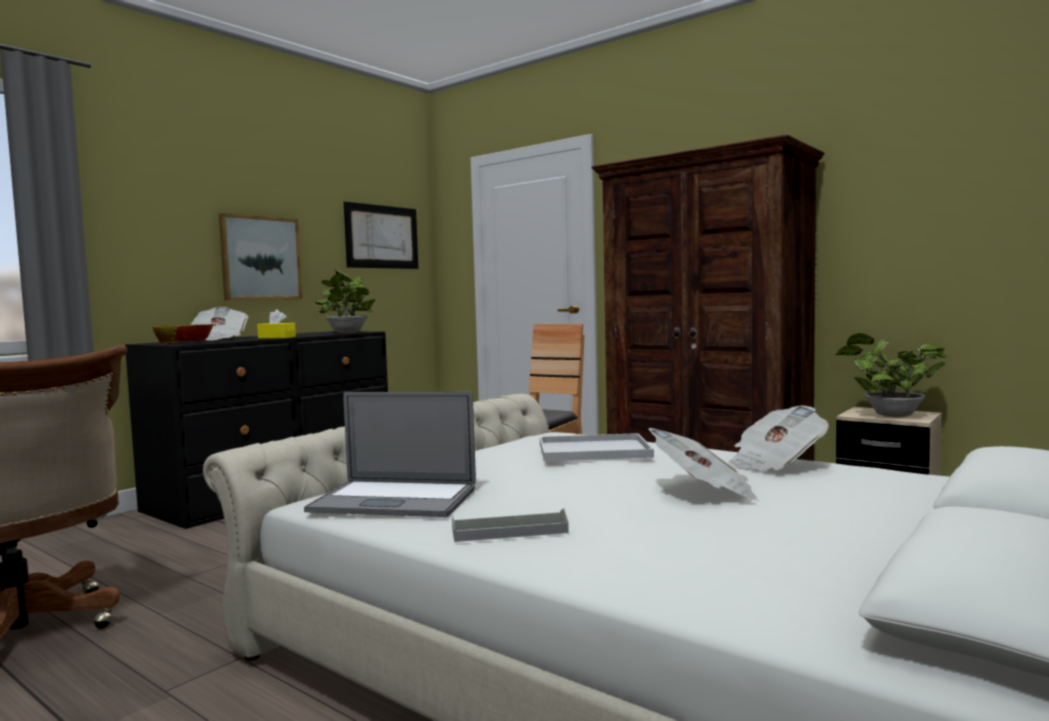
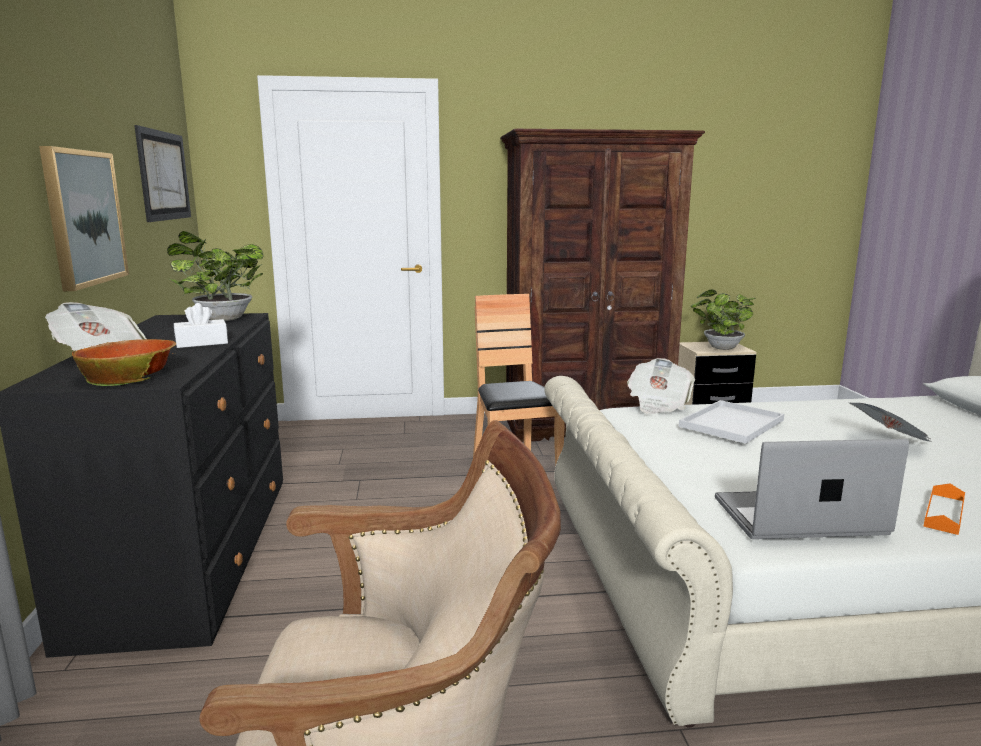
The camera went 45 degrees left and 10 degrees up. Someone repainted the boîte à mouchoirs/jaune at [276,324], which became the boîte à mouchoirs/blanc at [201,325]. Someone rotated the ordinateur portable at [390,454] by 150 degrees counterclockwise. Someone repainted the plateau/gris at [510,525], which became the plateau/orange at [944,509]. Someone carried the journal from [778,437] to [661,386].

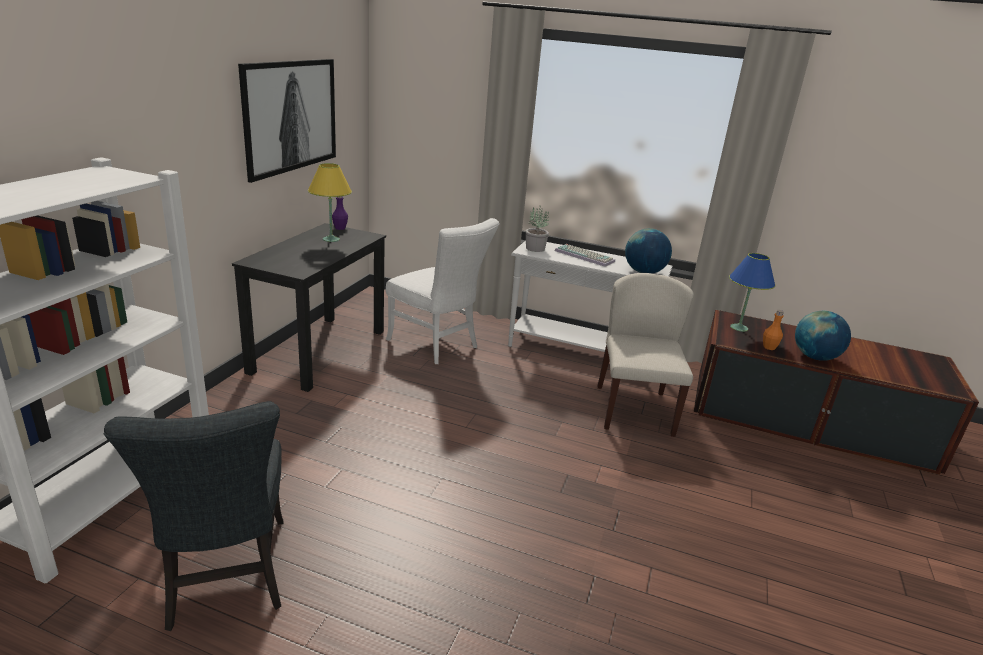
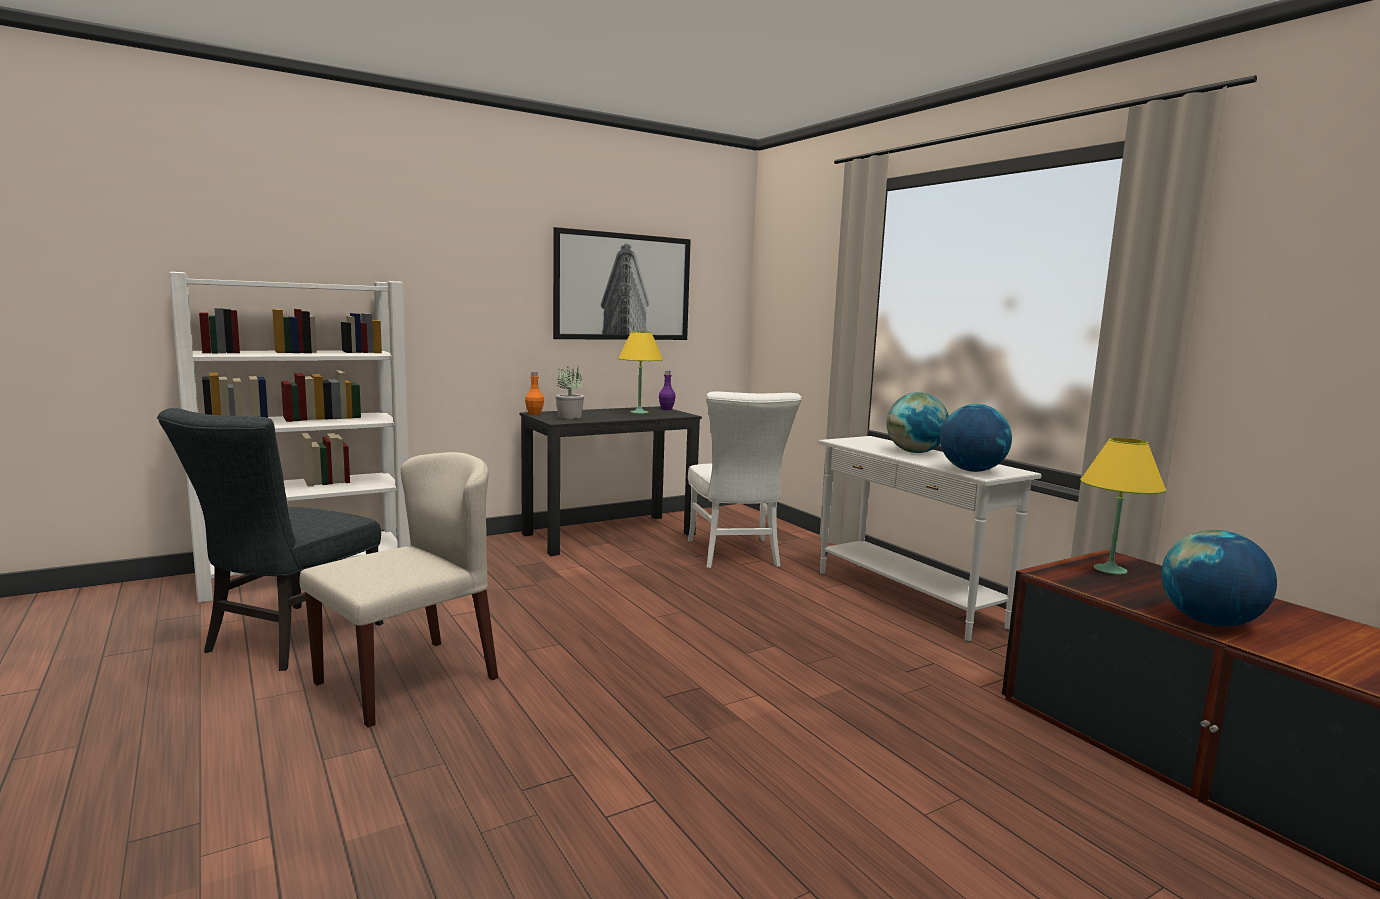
The camera went 40 degrees right and 15 degrees down. Someone carried the plante en pot from [537,229] to [570,393]. Someone swapped the clavier at [585,255] for the globe at [917,422]. Someone carried the chaise/beige from [645,355] to [398,590]. Someone repainted the lampe de table/bleu at [752,292], which became the lampe de table/jaune at [1123,506]. Someone carried the bouteille/orange from [773,330] to [534,393].

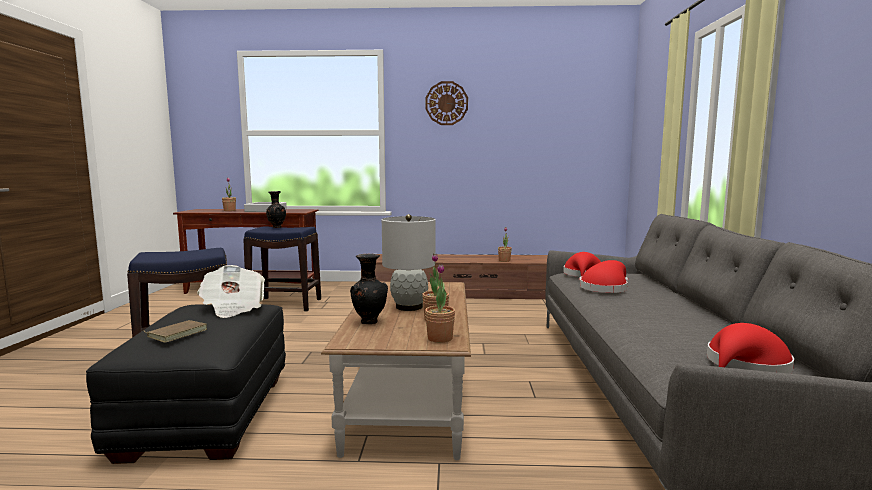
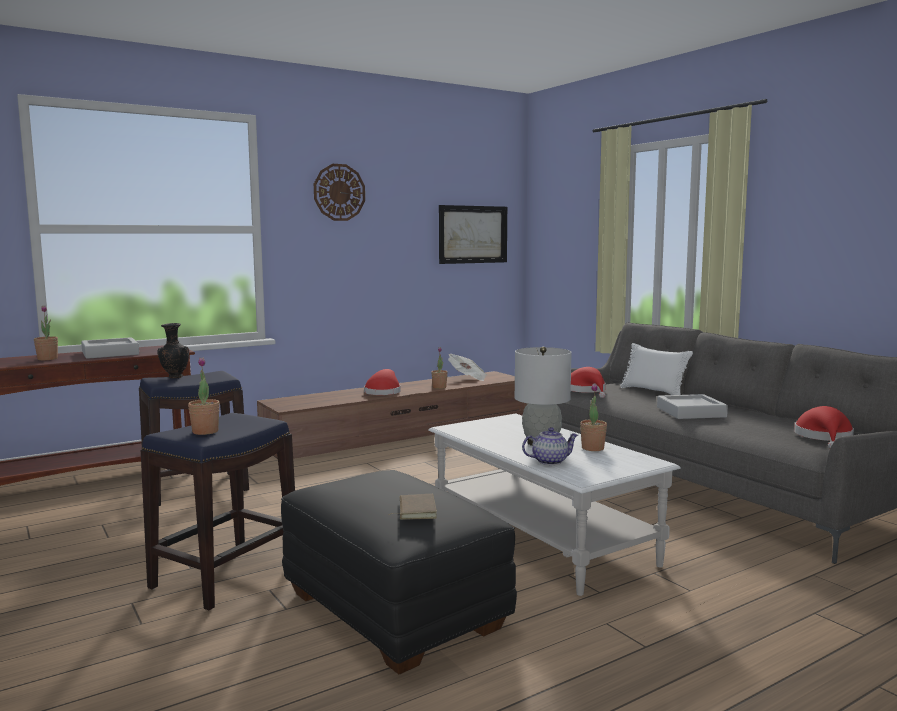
The camera went 35 degrees left and 0 degrees up. Someone carried the journal from [231,291] to [467,367]. Someone repainted the table basse/marron at [396,371], which became the table basse/blanc at [554,505]. Someone swapped the vase/noir at [369,288] for the théière at [550,446]. Someone carried the plante en pot from [440,303] to [204,396]. Someone carried the chapeau/rouge from [604,276] to [382,382]. Someone put up the tableau at [473,234]. Someone put down the coussin/blanc at [656,369]. Someone put down the plateau/gris at [692,406].

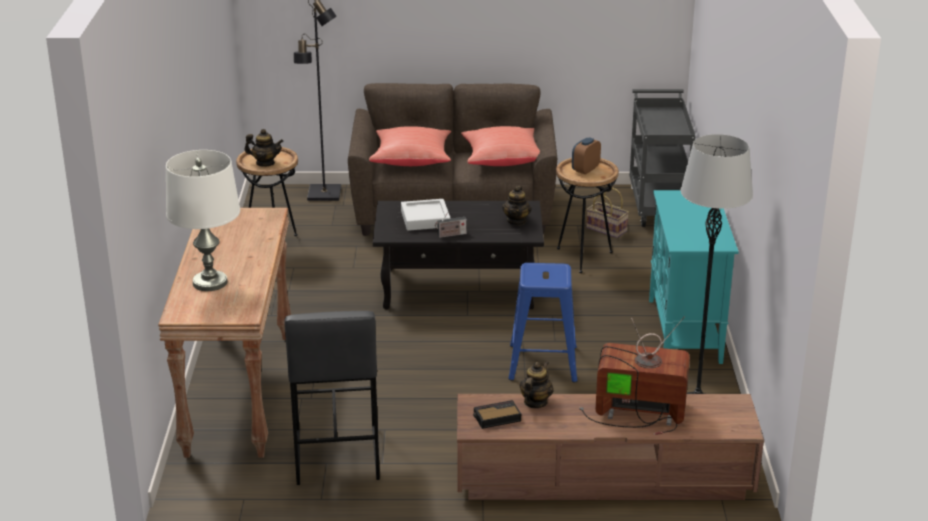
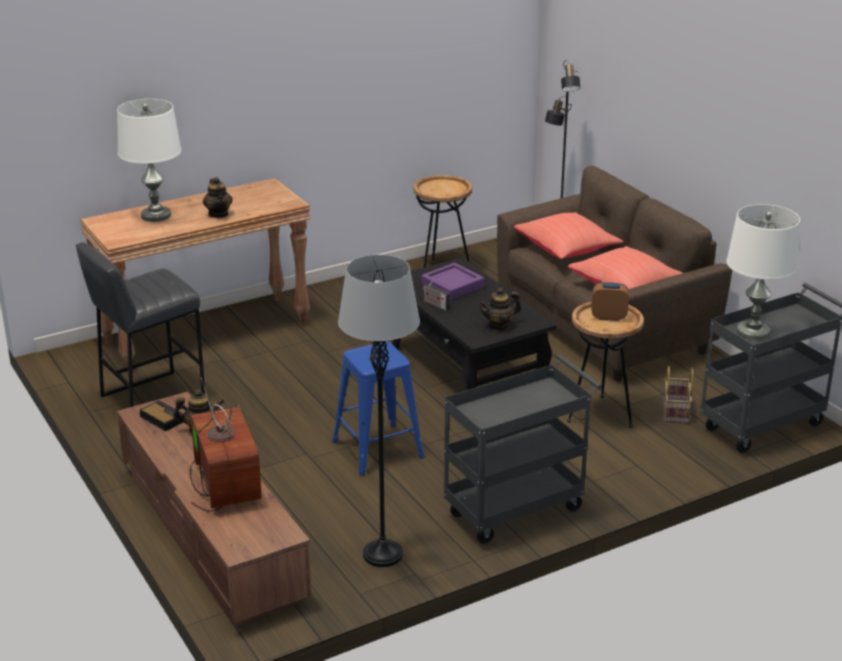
The camera went 60 degrees right and 0 degrees up. Someone carried the théière from [263,148] to [218,197]. Someone repainted the plateau/gris at [426,215], which became the plateau/violet at [452,281]. Someone swapped the meuble de rangement/turquoise at [694,277] for the chariot/gris at [523,449]. Someone put down the lampe de table/blanc at [764,272].

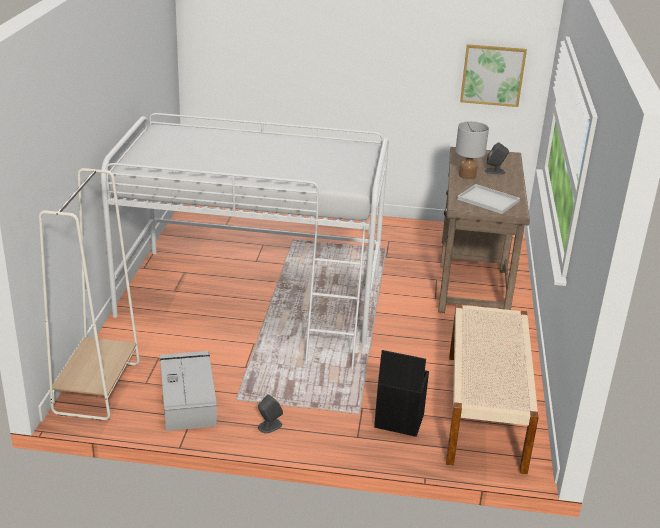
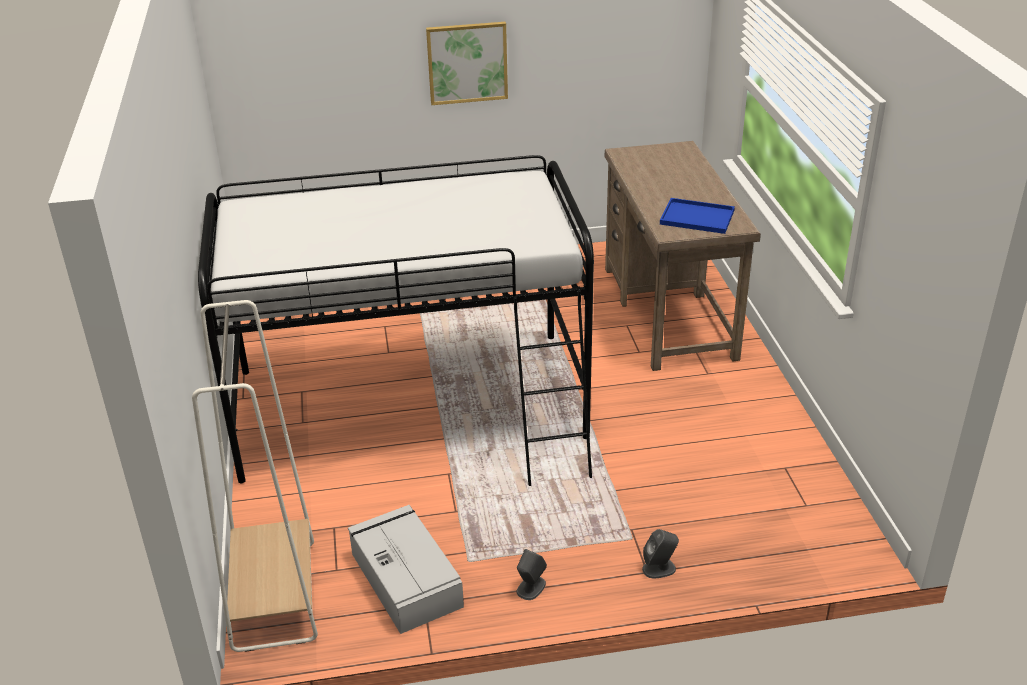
The camera went 15 degrees left and 5 degrees up. Someone repainted the lit/blanc at [245,241], which became the lit/noir at [396,320]. Someone took away the boîte de rangement/noir at [401,393]. Someone took away the banc/beige at [492,389]. Someone took away the lampe de table/gris at [472,150]. Someone repainted the plateau/blanc at [488,199], which became the plateau/bleu at [697,216]. Someone carried the tableau from [493,75] to [467,63]. Someone carried the enceinte/gris from [497,159] to [660,553].

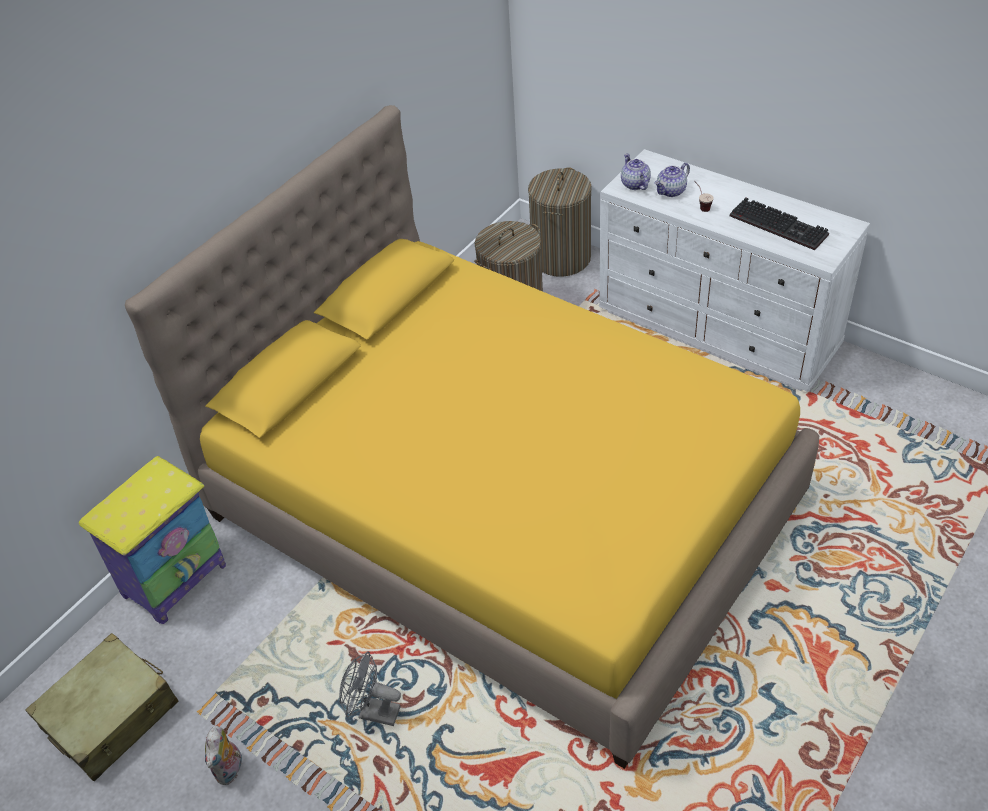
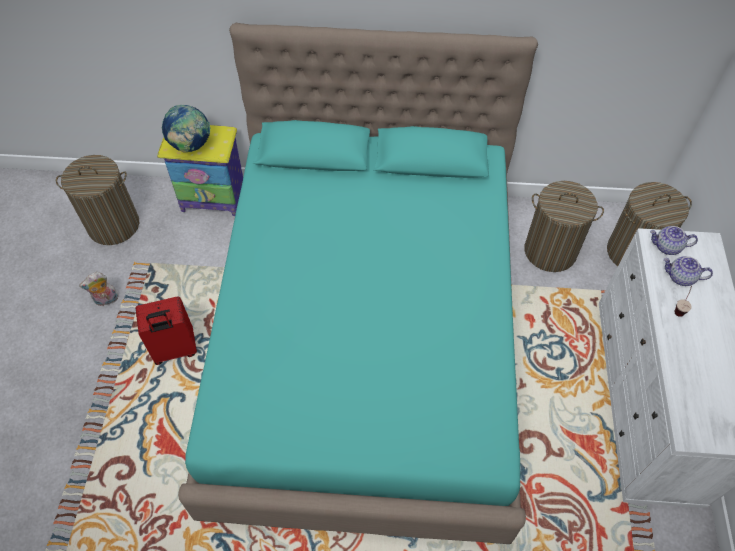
The camera went 55 degrees right and 10 degrees up. Someone swapped the valise/beige at [101,707] for the panier à linge at [97,200]. Someone repainted the lit/jaune at [472,437], which became the lit/turquoise at [358,283]. Someone swapped the ventilateur/gris at [370,688] for the valise/rouge at [166,331]. Someone rotated the théière at [636,171] by 120 degrees counterclockwise. Someone took away the clavier at [779,223]. Someone put down the globe at [186,129].

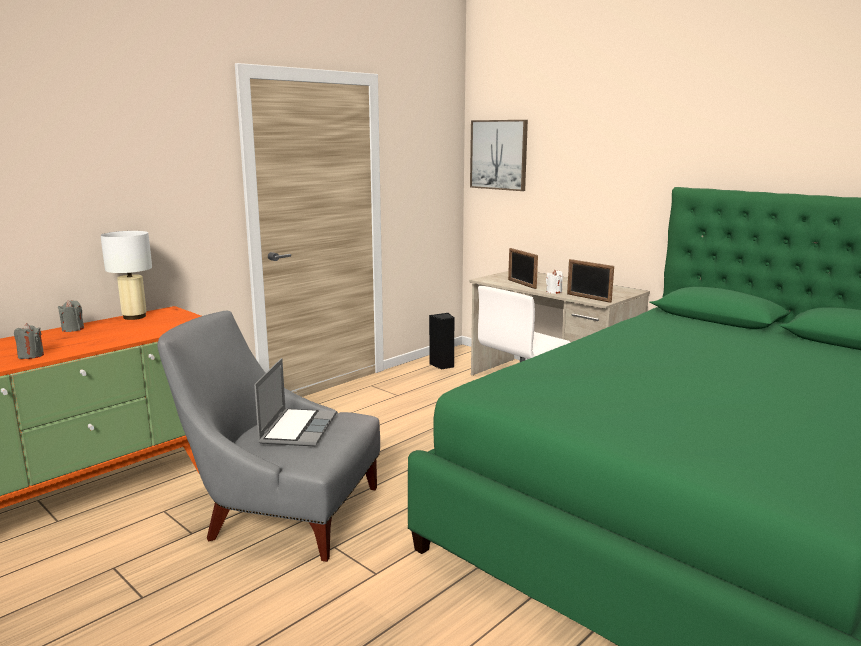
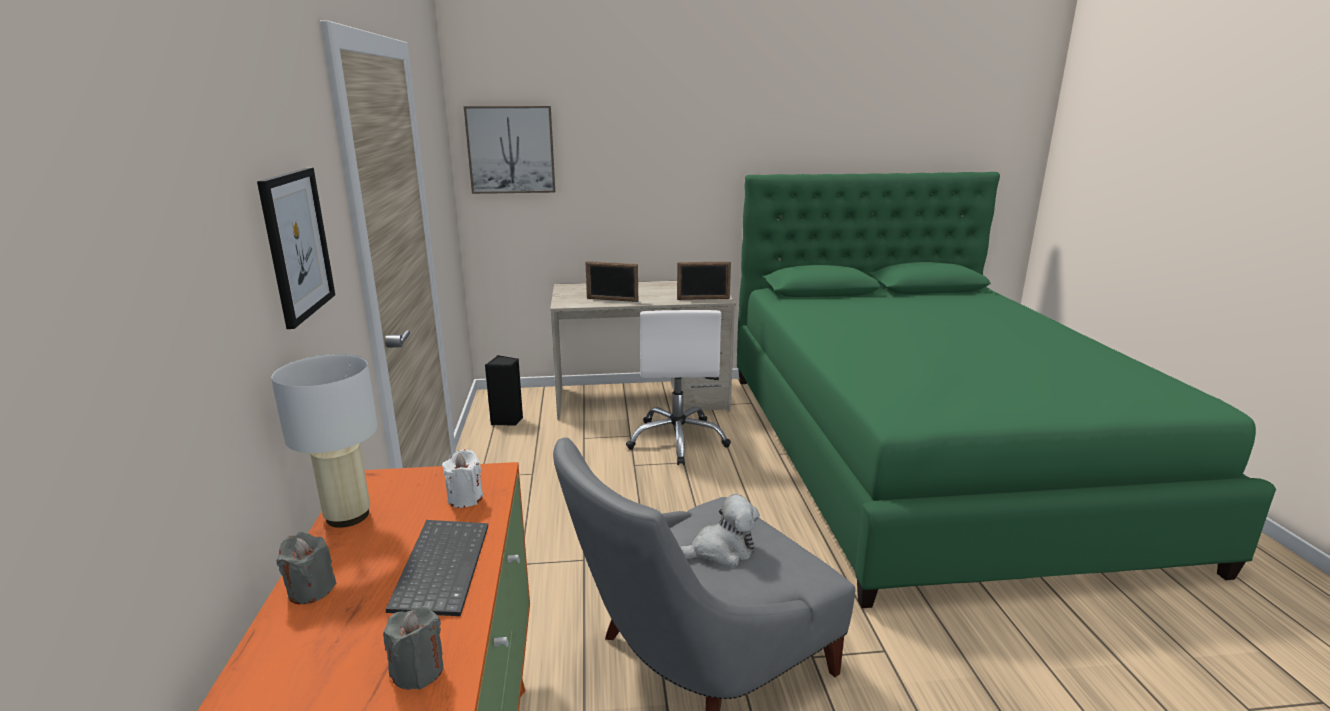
The camera went 50 degrees left and 5 degrees up. Someone swapped the ordinateur portable at [295,402] for the peluche at [719,530]. Someone carried the bougie/blanc from [554,282] to [462,478]. Someone put up the tableau at [296,248]. Someone put down the clavier at [437,568].

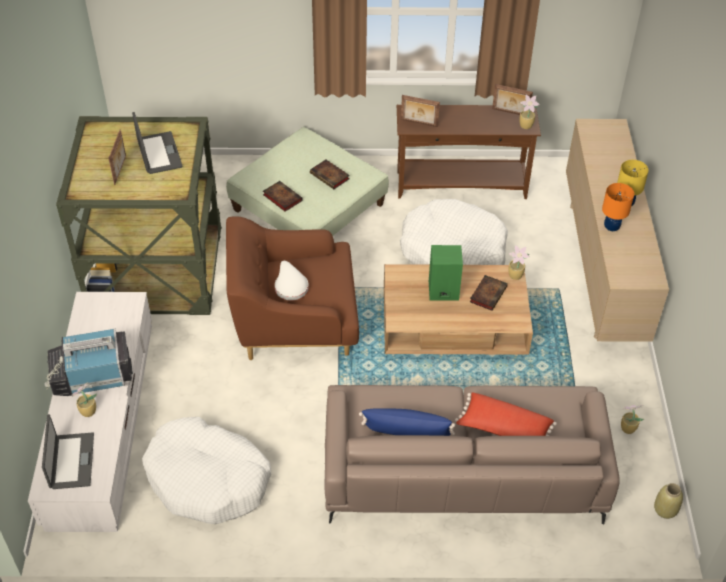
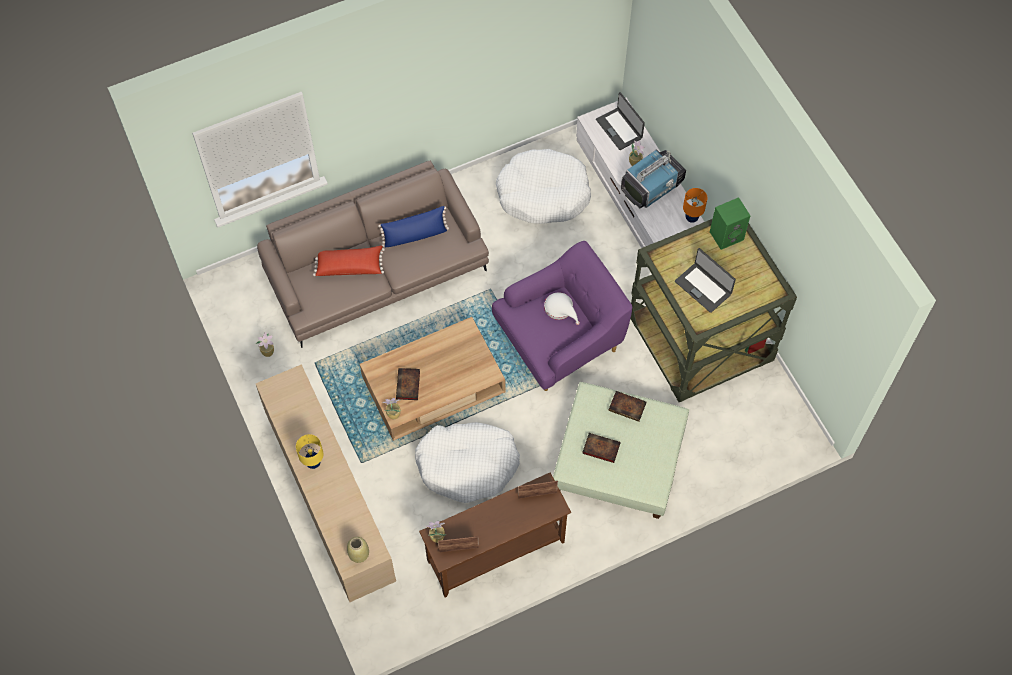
The camera went 155 degrees right and 15 degrees up. Someone took away the cadre photo at [117,157]. Someone repainted the fauteuil/marron at [292,288], which became the fauteuil/violet at [562,316]. Someone carried the enceinte/vert from [446,273] to [730,223]. Someone carried the lampe de table/orange from [618,207] to [695,205]. Someone carried the vase/beige from [668,501] to [358,550].

